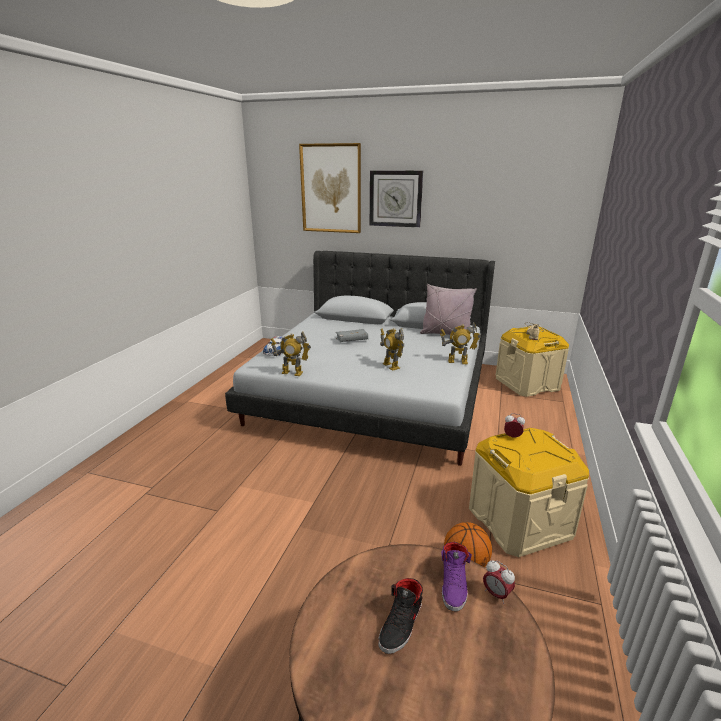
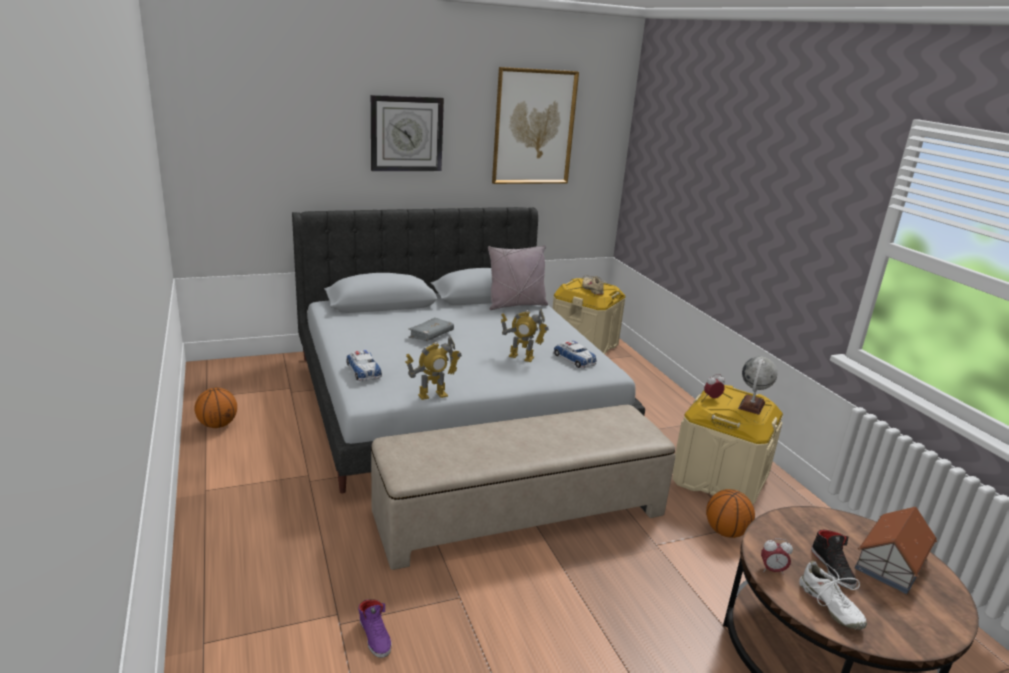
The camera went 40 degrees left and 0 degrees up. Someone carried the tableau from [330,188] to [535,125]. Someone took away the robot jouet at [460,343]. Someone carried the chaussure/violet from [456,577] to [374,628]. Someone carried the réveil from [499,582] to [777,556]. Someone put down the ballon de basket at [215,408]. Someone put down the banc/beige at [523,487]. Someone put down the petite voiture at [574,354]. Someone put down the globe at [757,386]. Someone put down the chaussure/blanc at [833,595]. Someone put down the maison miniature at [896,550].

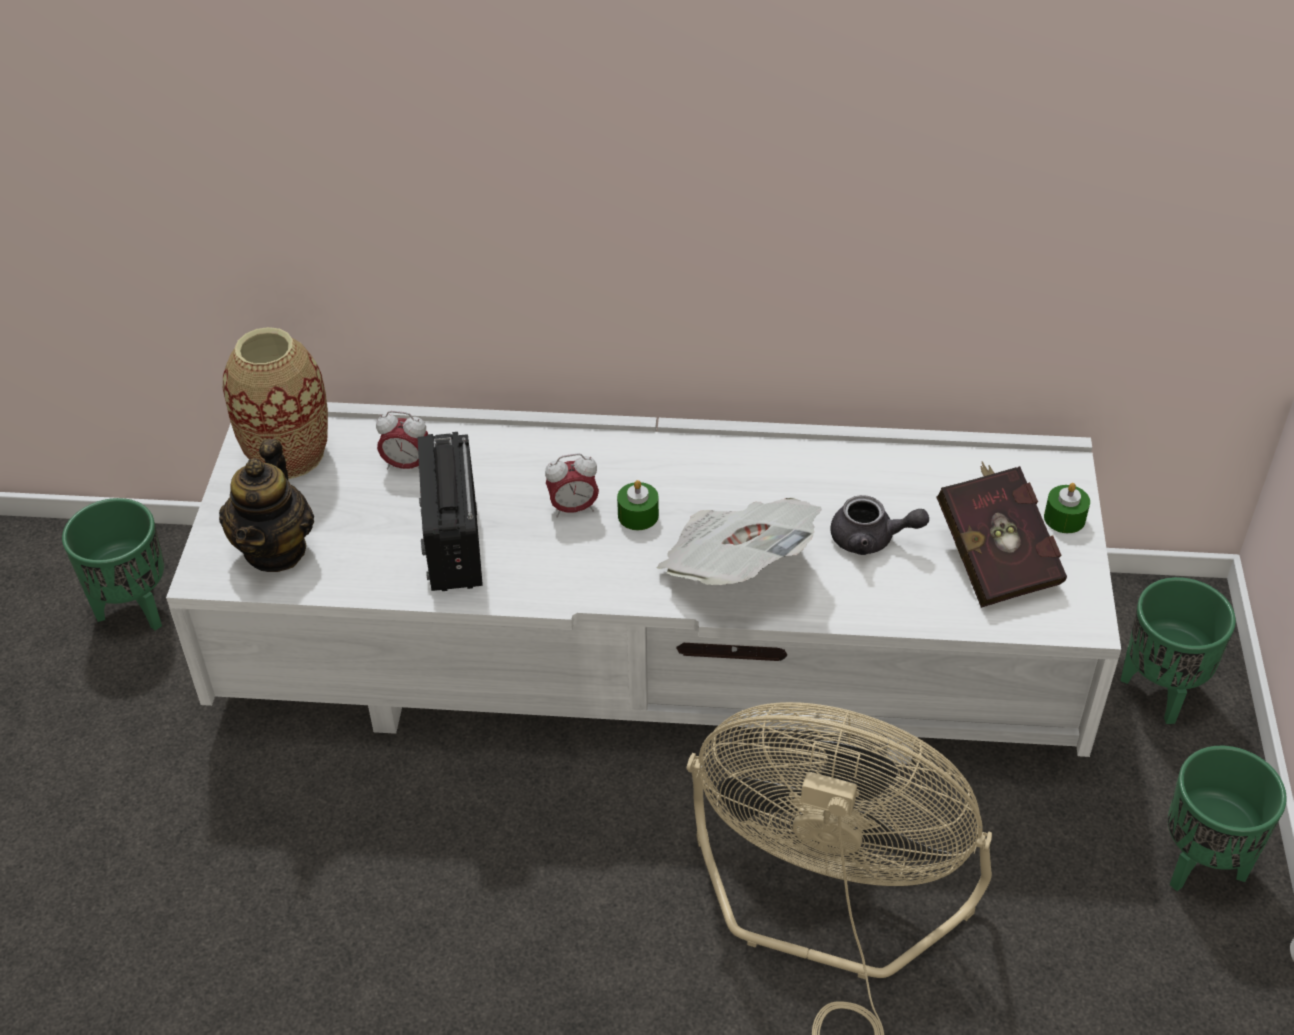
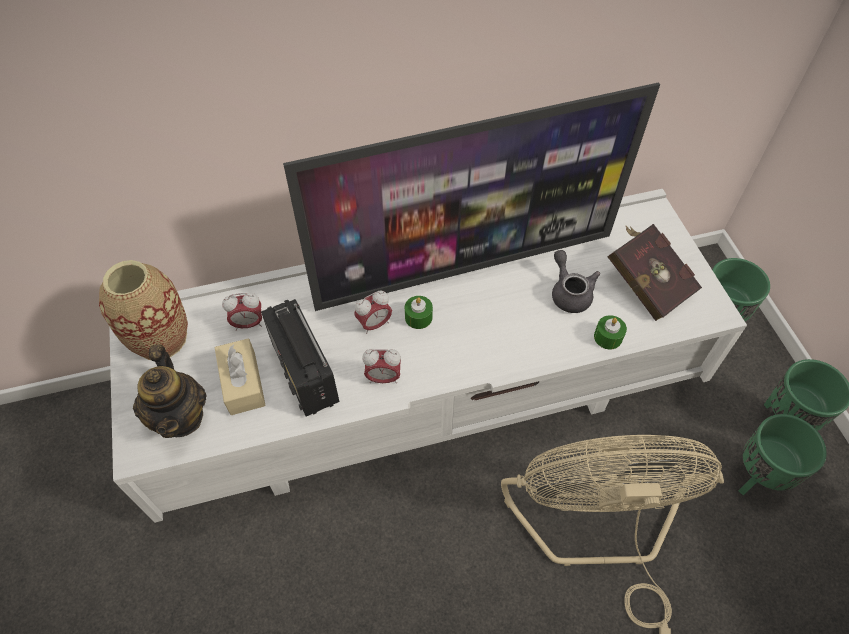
The camera went 20 degrees left and 10 degrees up. Someone carried the cache-pot/vert from [113,564] to [783,454]. Someone took away the journal at [739,541]. Someone rotated the théière/gris at [879,525] by 105 degrees counterclockwise. Someone carried the bougie/vert from [1067,508] to [610,332]. Someone put down the boîte à mouchoirs/beige at [240,376]. Someone put down the téléviseur at [471,196]. Someone put down the réveil at [381,366].

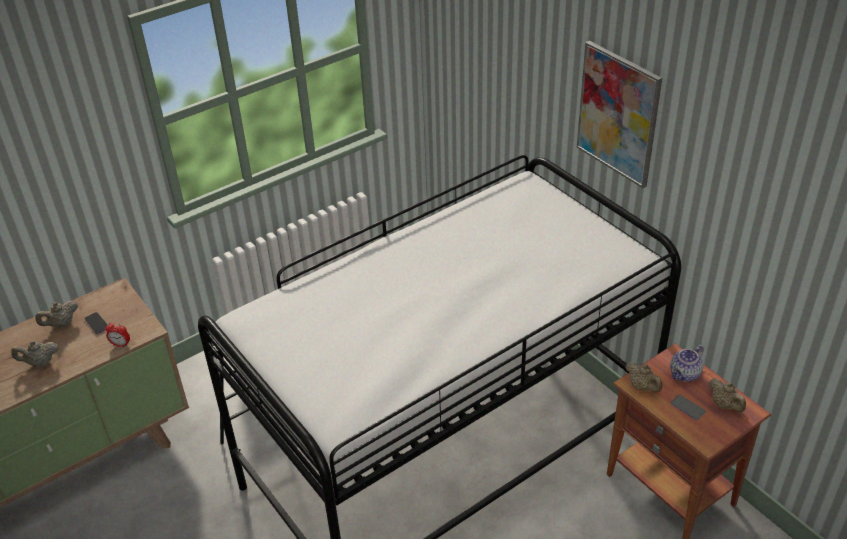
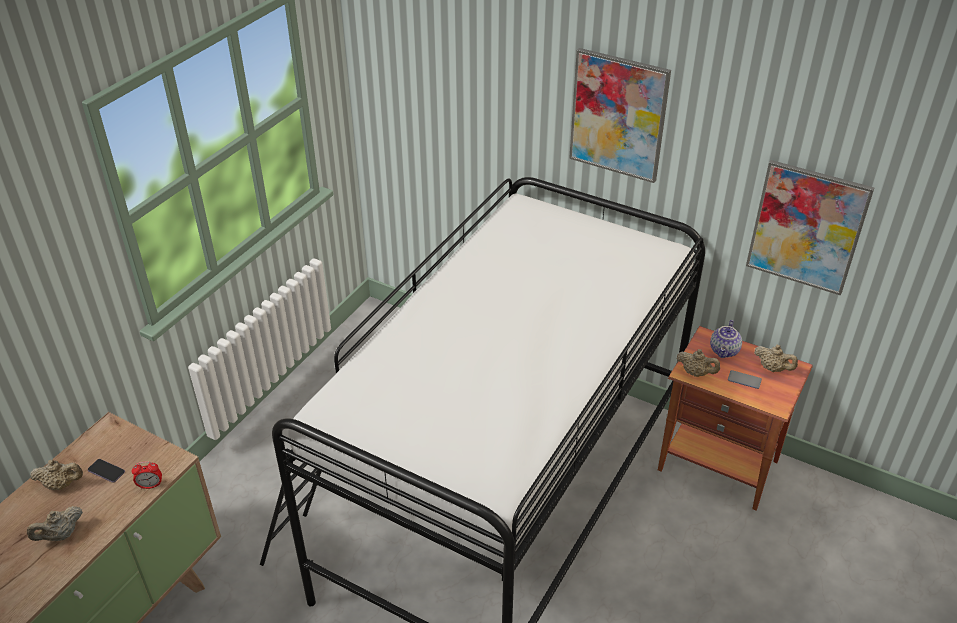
The camera went 25 degrees left and 0 degrees up. Someone rotated the théière/beige at [57,314] by 120 degrees counterclockwise. Someone put up the tableau at [810,228].

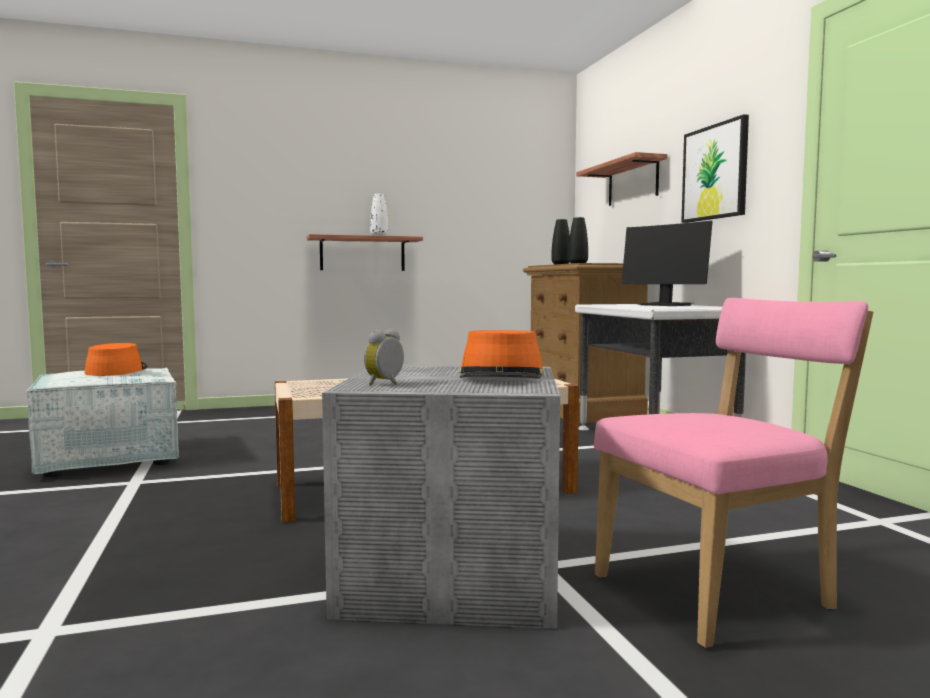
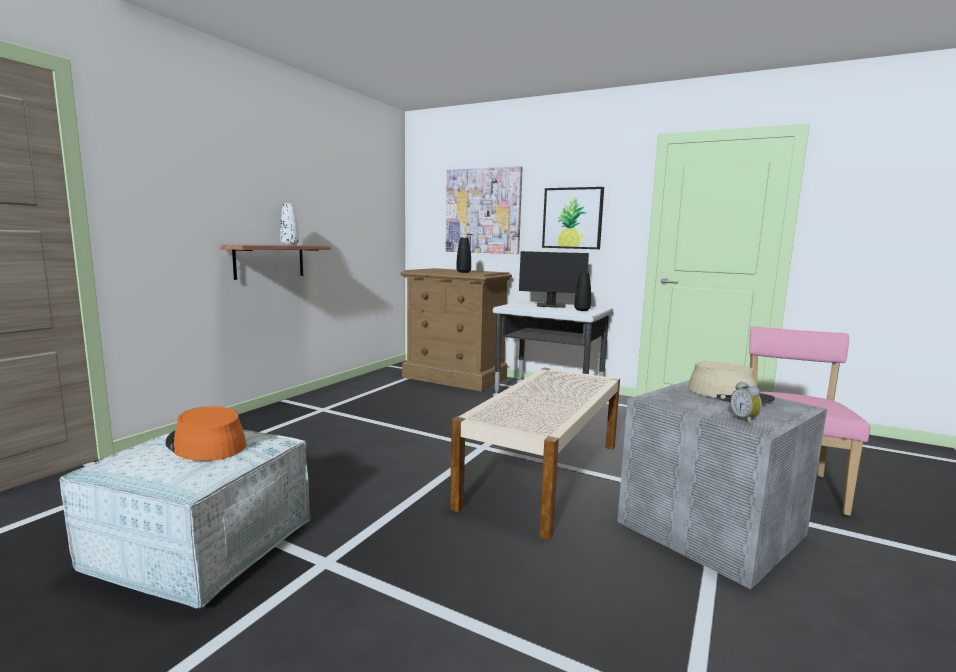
The camera went 45 degrees left and 5 degrees up. Someone repainted the chapeau/orange at [502,354], which became the chapeau/beige at [731,382]. Someone carried the vase/noir from [561,241] to [582,291]. Someone swapped the étagère at [622,179] for the tableau at [484,210].

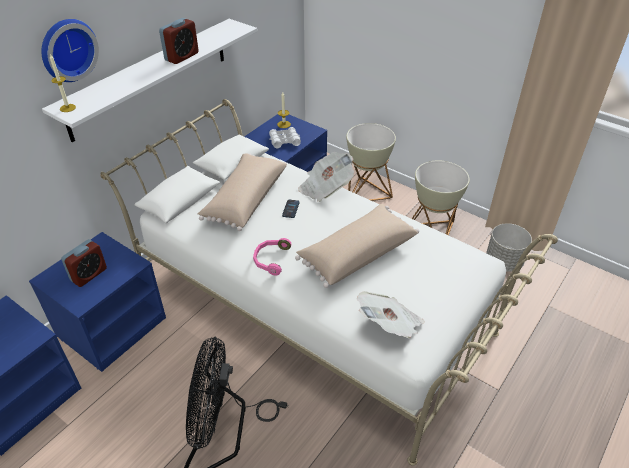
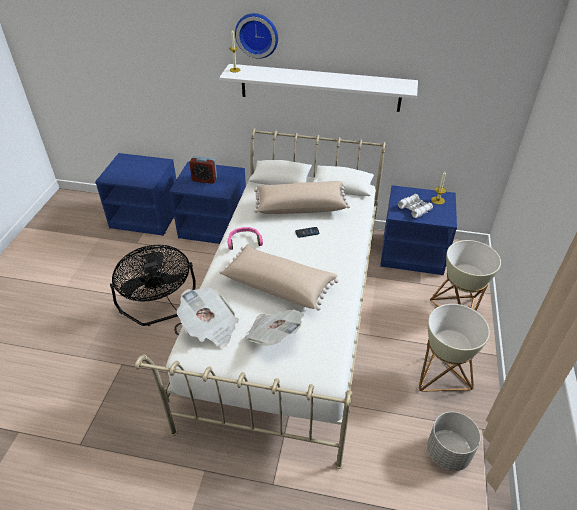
The camera went 65 degrees right and 0 degrees up. Someone took away the réveil at [179,41]. Someone carried the journal from [326,177] to [274,327].

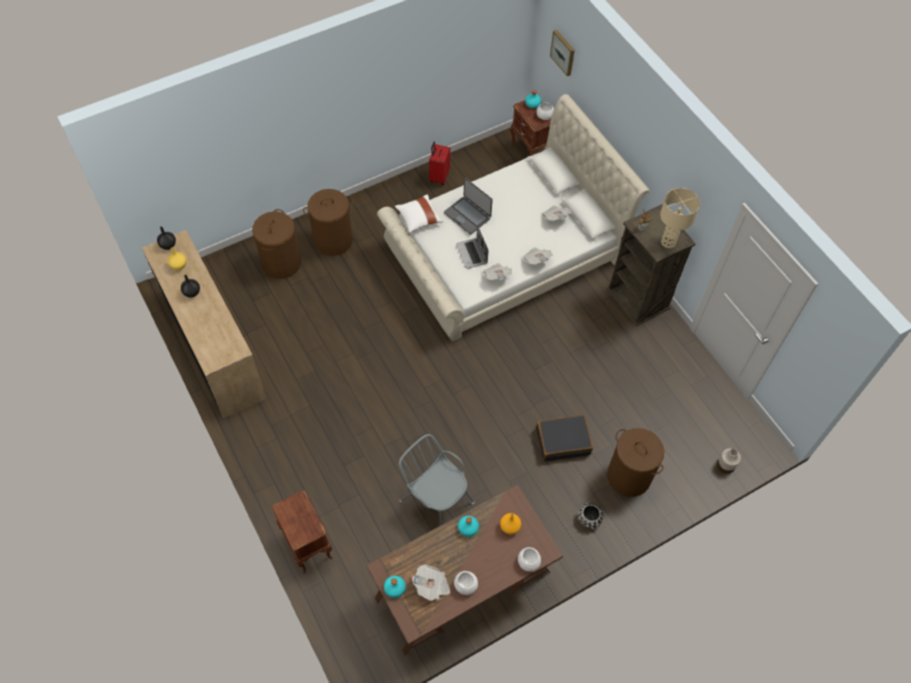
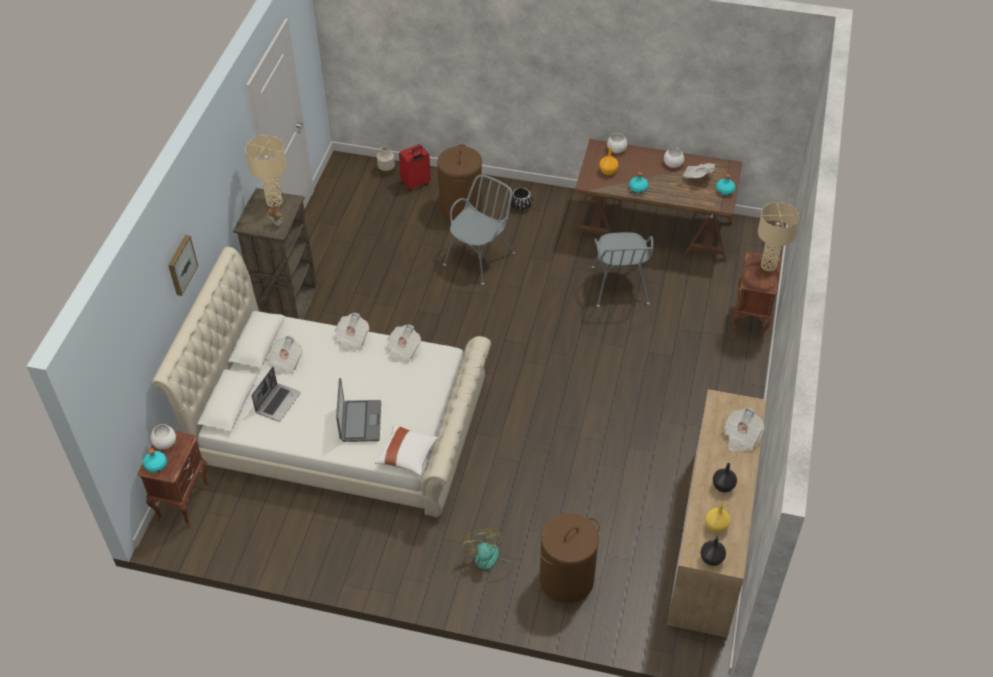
The camera went 135 degrees left and 10 degrees down. Someone swapped the panier à linge/marron at [328,222] for the ventilateur at [487,556]. Someone carried the valise/rouge from [439,163] to [415,168]. Someone carried the ordinateur portable from [472,247] to [276,394]. Someone swapped the valise/noir at [564,438] for the chaise/gris at [479,230]. Someone carried the tableau from [562,53] to [183,265]. Someone put down the journal at [744,429]. Someone put down the lampe de table/beige at [778,236].

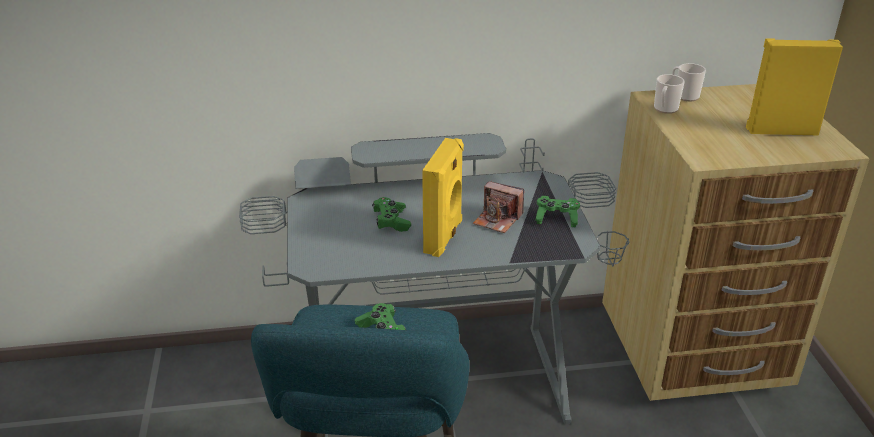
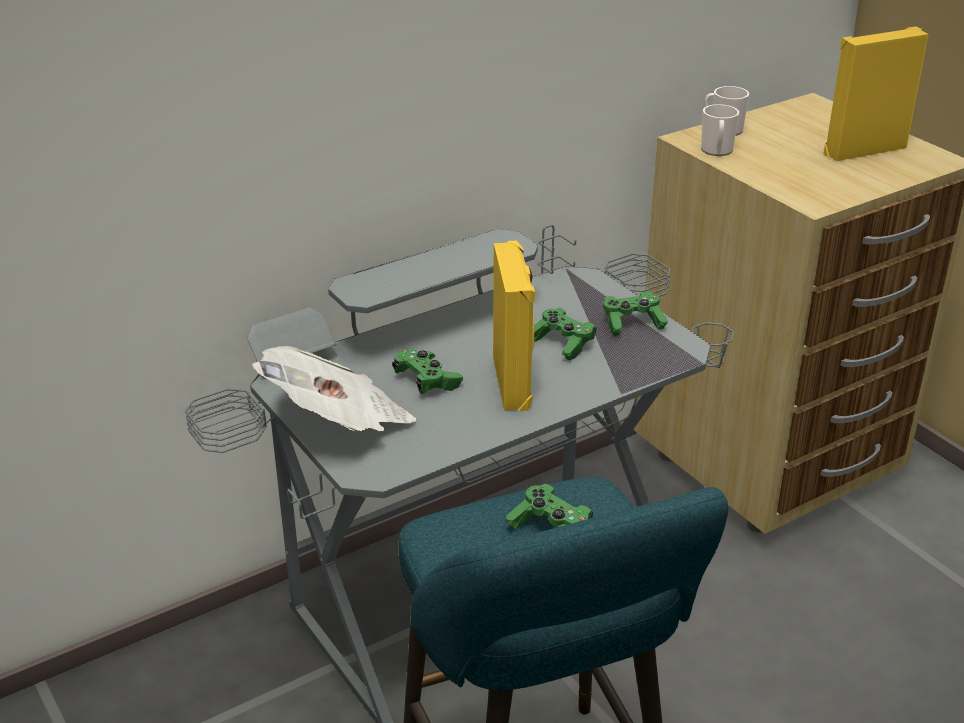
The camera went 25 degrees left and 0 degrees up. Someone swapped the appareil photo at [498,207] for the manette/vert at [565,334]. Someone put down the journal at [334,389].

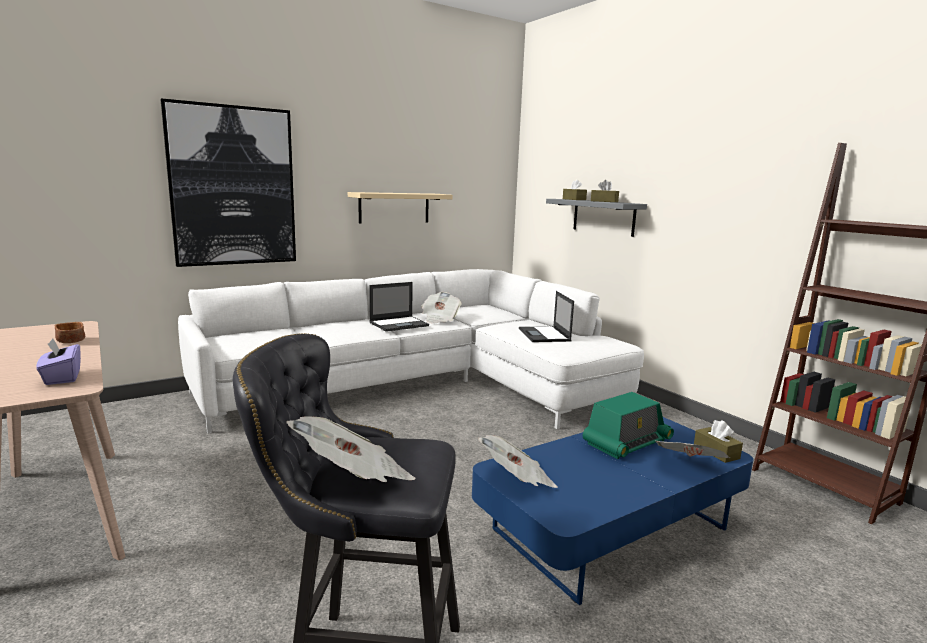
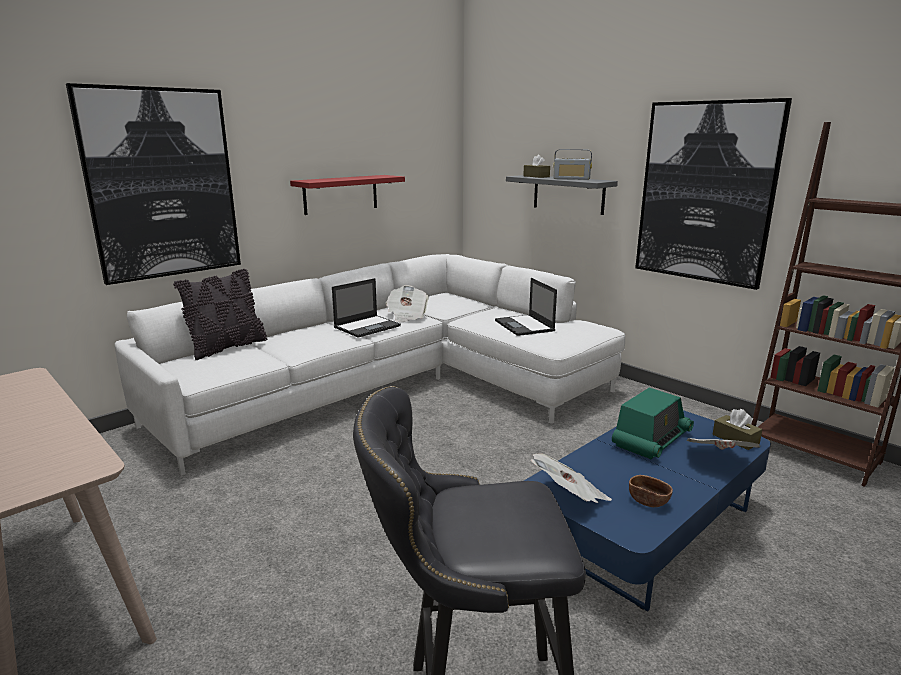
The camera went 10 degrees left and 5 degrees up. Someone took away the boîte à mouchoirs/violet at [58,361]. Someone carried the bol/marron from [70,332] to [651,491]. Someone took away the journal at [350,449]. Someone repainted the étagère/beige at [400,207], which became the étagère/rouge at [347,195]. Someone swapped the boîte à mouchoirs/marron at [605,191] for the radio at [573,164]. Someone put down the coussin/noir at [220,314]. Someone put up the tableau at [713,194].

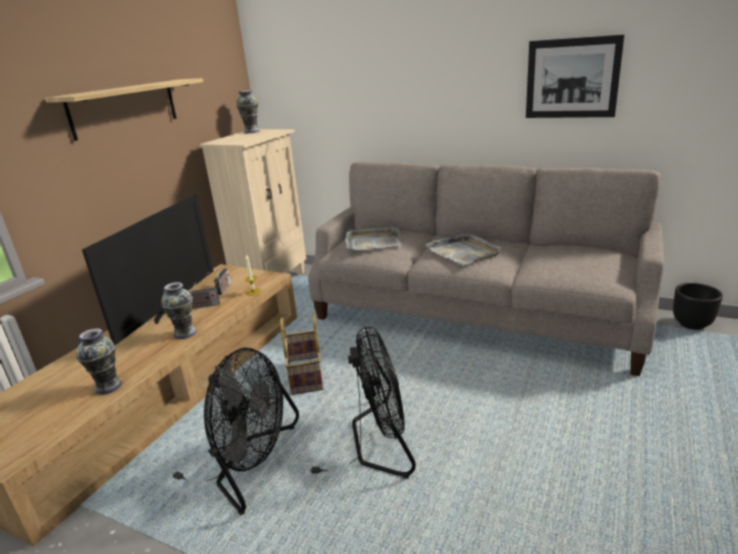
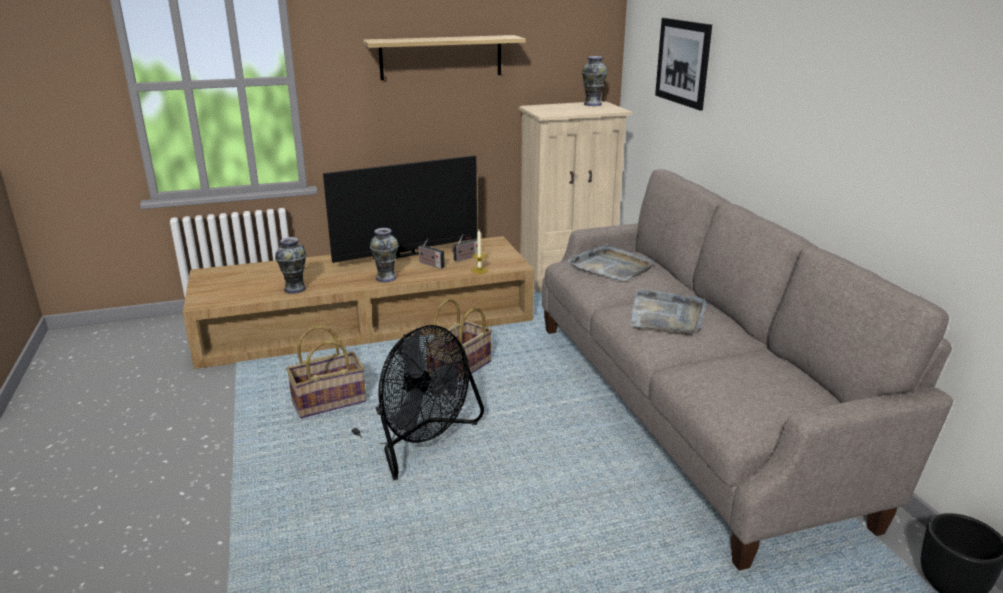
The camera went 45 degrees right and 0 degrees up. Someone swapped the ventilateur/noir at [236,432] for the panier at [326,371]. Someone carried the tableau from [575,76] to [683,64].

